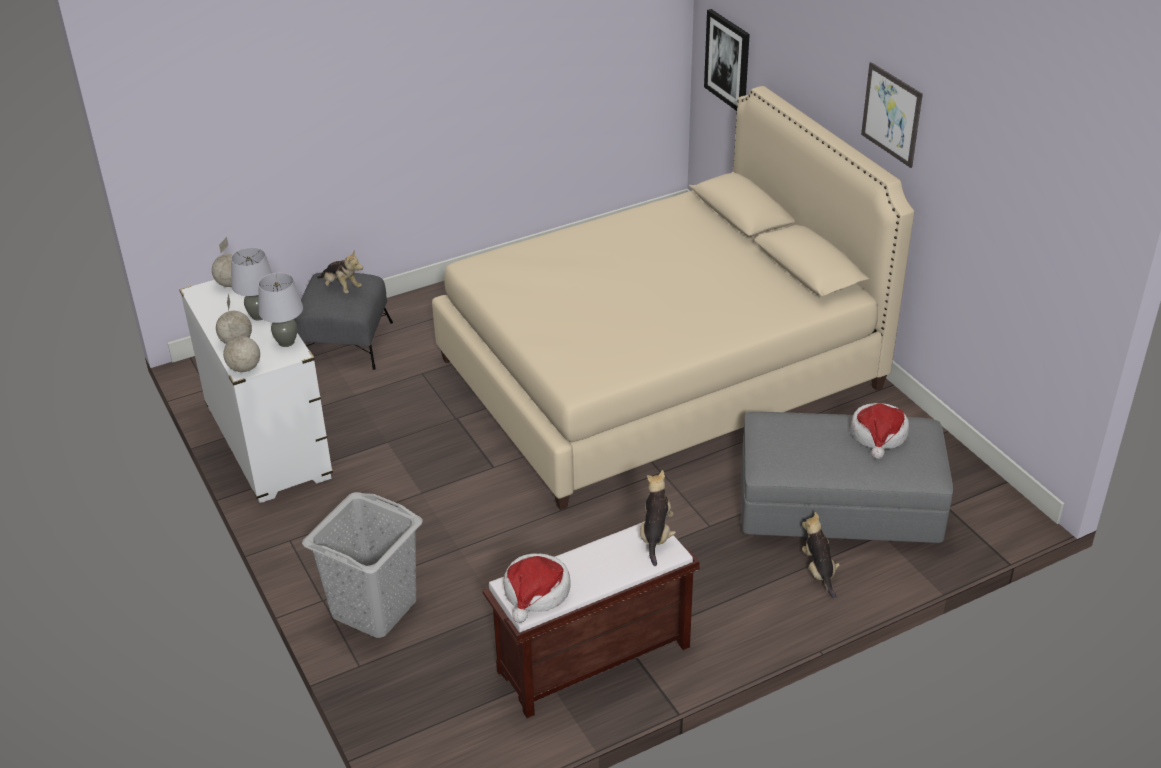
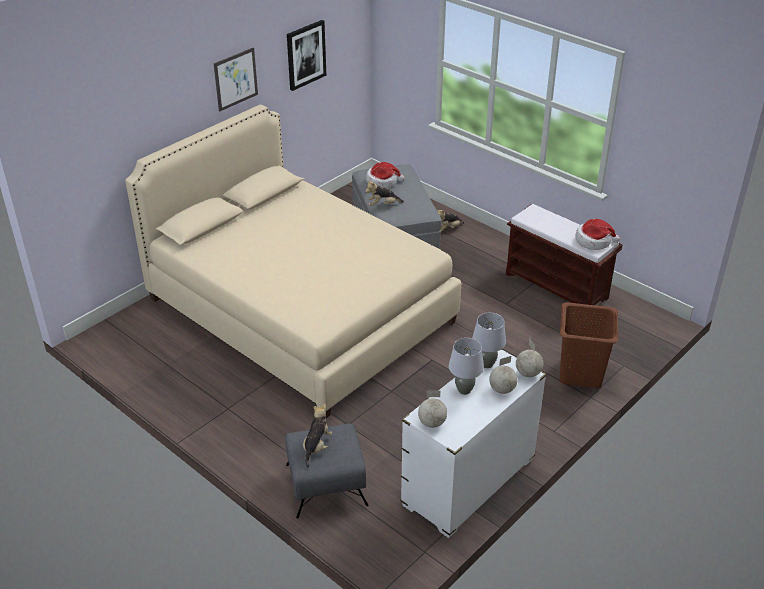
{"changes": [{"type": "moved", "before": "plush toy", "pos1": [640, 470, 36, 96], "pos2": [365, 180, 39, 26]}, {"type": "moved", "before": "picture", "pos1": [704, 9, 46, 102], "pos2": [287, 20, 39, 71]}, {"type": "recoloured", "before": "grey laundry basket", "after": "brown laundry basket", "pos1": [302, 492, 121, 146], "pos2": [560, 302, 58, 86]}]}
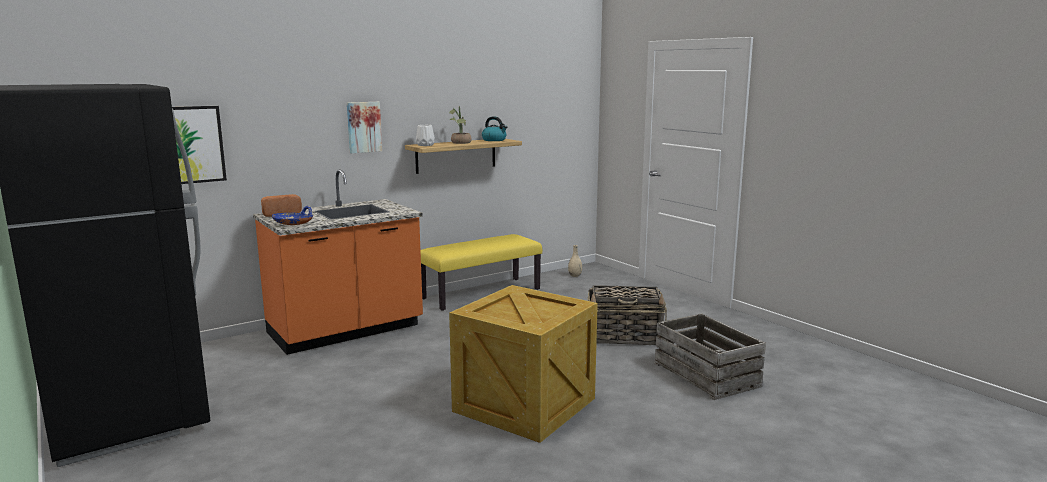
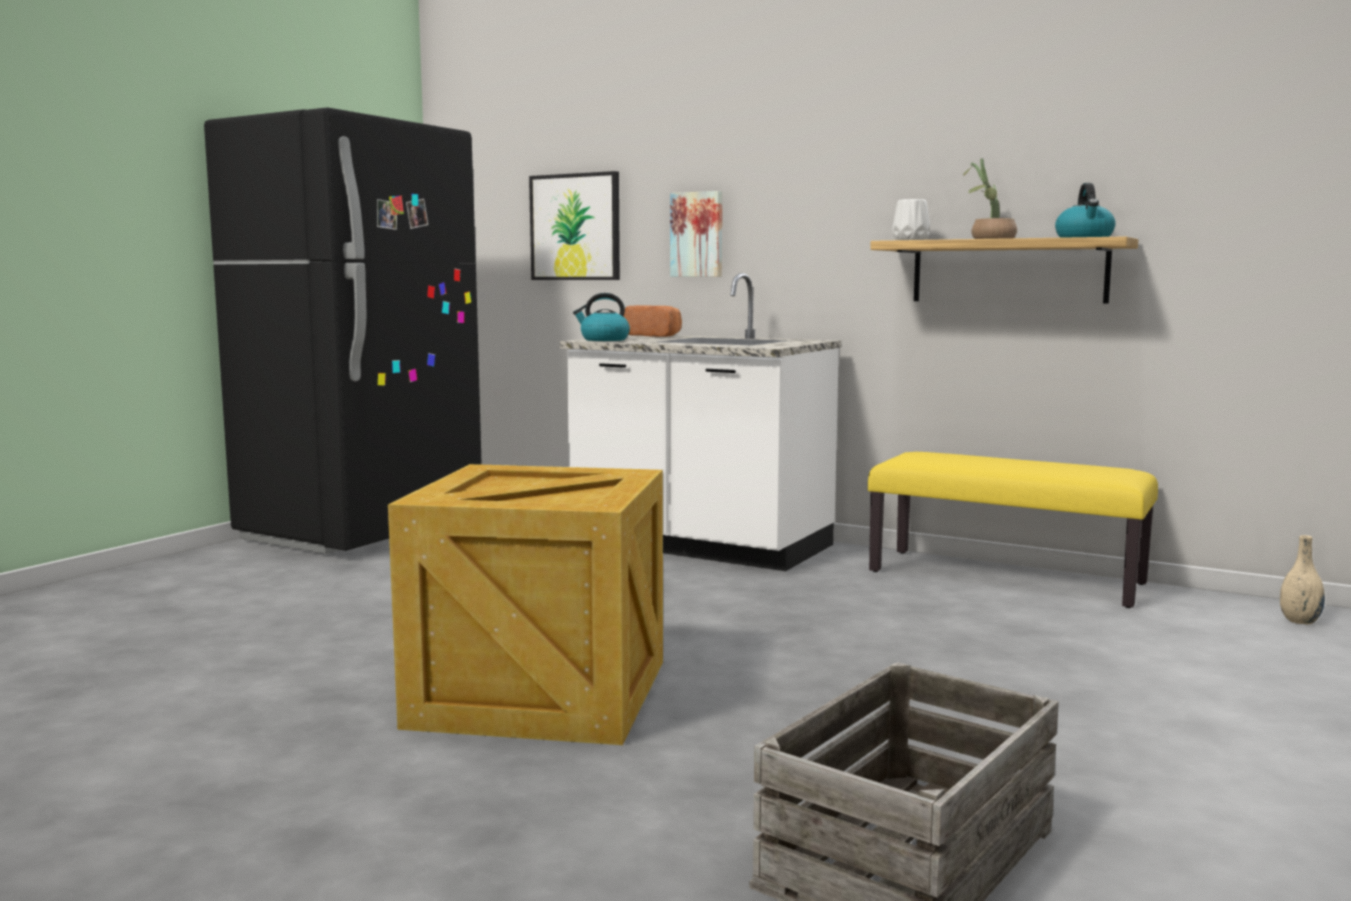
{"changes": [{"type": "removed", "before": "basket", "pos1": [588, 285, 79, 60]}, {"type": "moved", "before": "picture", "pos1": [347, 102, 35, 51], "pos2": [670, 191, 52, 86]}, {"type": "replaced", "before": "blue bowl", "after": "kettle", "pos1": [272, 206, 41, 19], "pos2": [573, 293, 57, 48]}, {"type": "recoloured", "before": "orange counter", "after": "white counter", "pos1": [253, 169, 170, 186], "pos2": [560, 273, 281, 298]}]}
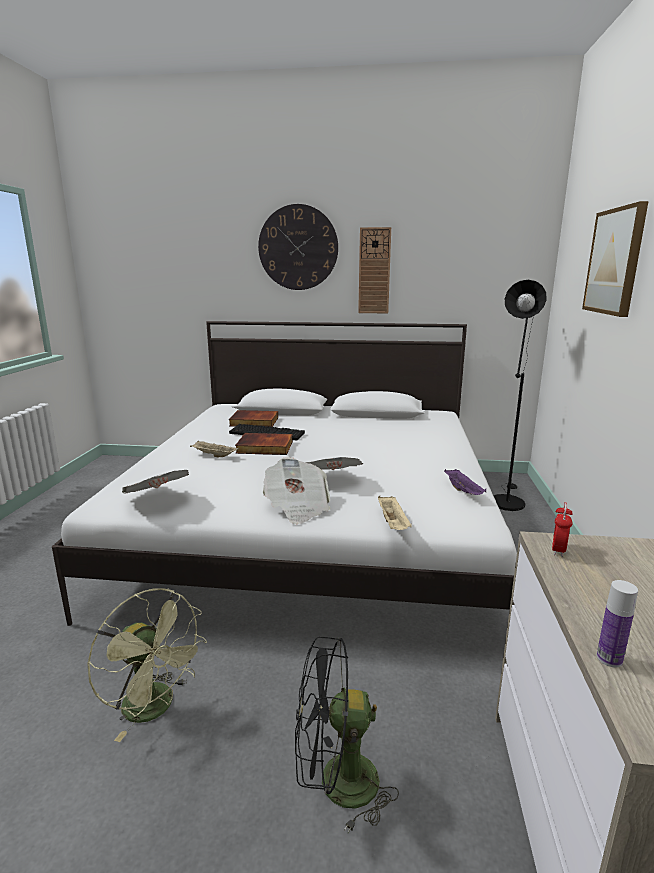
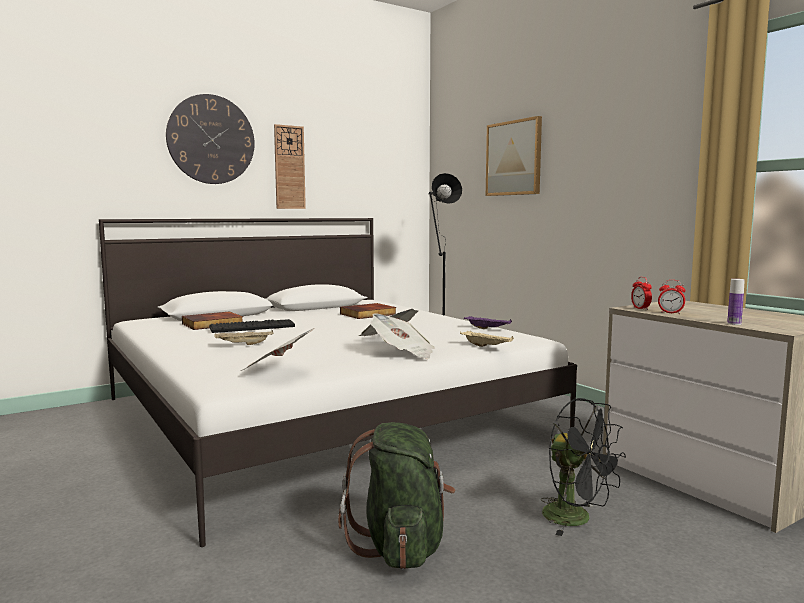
{"changes": [{"type": "added", "after": "alarm clock", "pos2": [658, 280, 28, 34]}, {"type": "moved", "before": "book", "pos1": [235, 433, 58, 22], "pos2": [340, 303, 57, 16]}, {"type": "replaced", "before": "green fan", "after": "green backpack", "pos1": [87, 588, 120, 154], "pos2": [338, 422, 117, 147]}, {"type": "turned", "before": "black fan", "pos1": [295, 637, 104, 196], "pos2": [541, 398, 85, 138], "turn": -90}]}
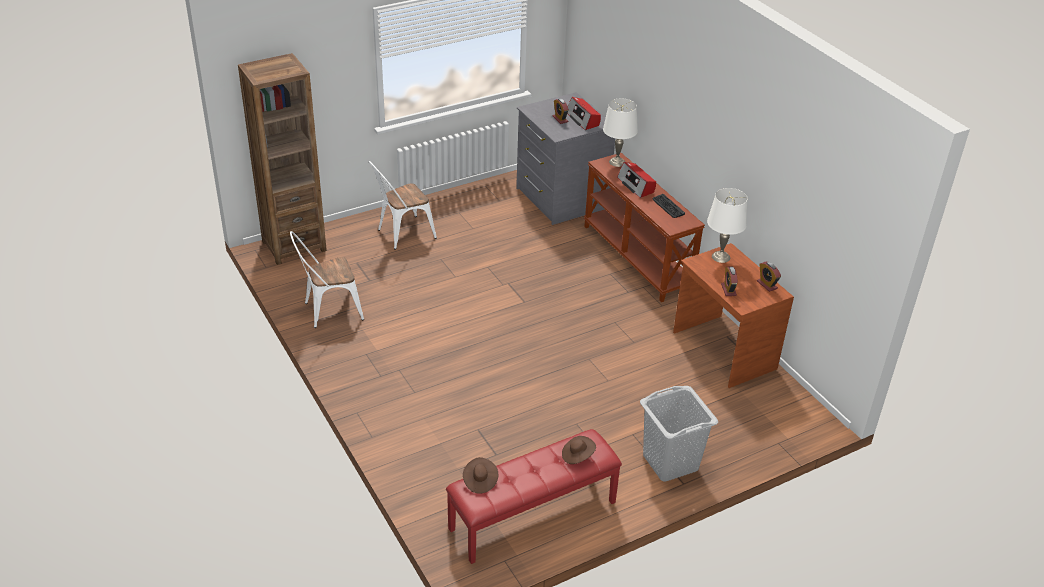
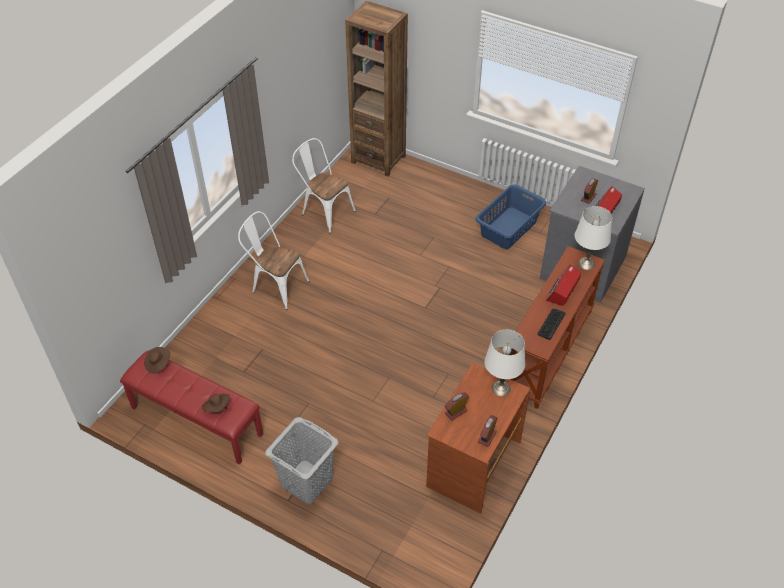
{"changes": [{"type": "added", "after": "blue laundry basket", "pos2": [475, 184, 71, 65]}, {"type": "moved", "before": "white chair", "pos1": [369, 161, 68, 89], "pos2": [238, 211, 72, 99]}]}
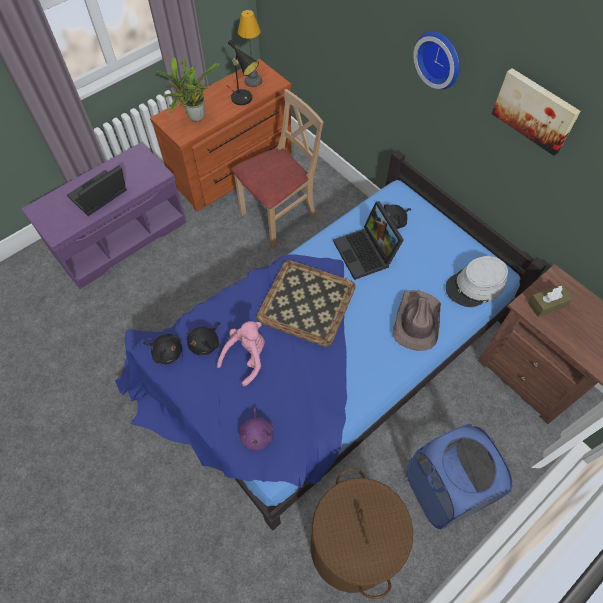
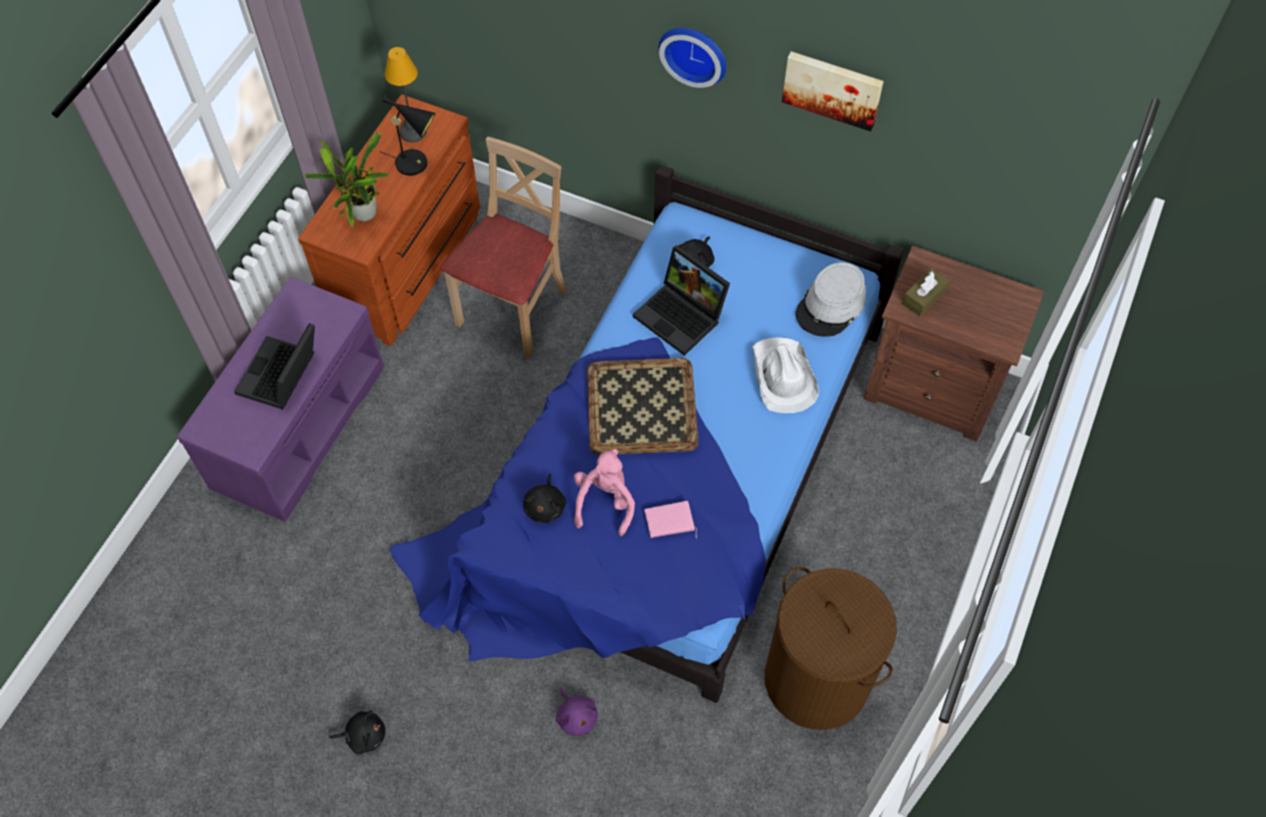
{"changes": [{"type": "removed", "before": "blue laundry basket", "pos1": [407, 424, 105, 106]}, {"type": "added", "after": "pink book", "pos2": [644, 501, 53, 37]}, {"type": "moved", "before": "black plush toy", "pos1": [143, 334, 39, 30], "pos2": [329, 711, 57, 44]}, {"type": "moved", "before": "purple plush toy", "pos1": [239, 407, 35, 44], "pos2": [556, 687, 42, 49]}, {"type": "recoloured", "before": "brown hat", "after": "white hat", "pos1": [393, 290, 48, 61], "pos2": [752, 338, 67, 75]}]}
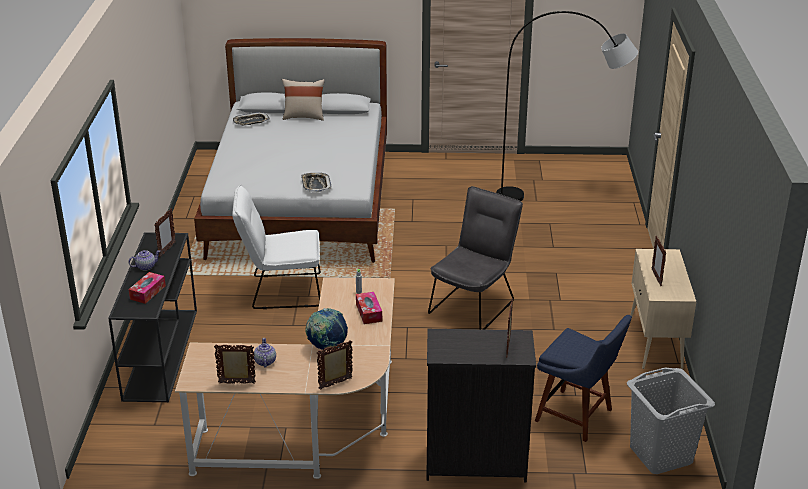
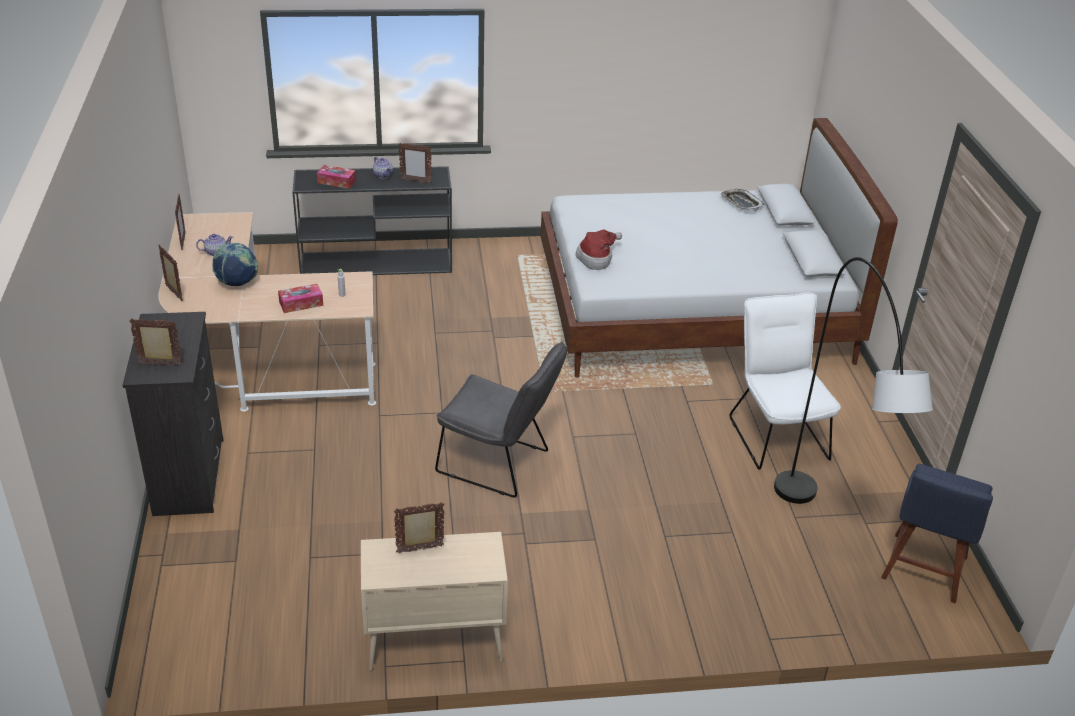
{"changes": [{"type": "removed", "before": "beige pillow", "pos1": [282, 79, 43, 42]}, {"type": "removed", "before": "grey laundry basket", "pos1": [627, 368, 88, 106]}, {"type": "moved", "before": "white chair", "pos1": [232, 185, 89, 124], "pos2": [730, 292, 111, 178]}, {"type": "moved", "before": "blue chair", "pos1": [535, 315, 97, 127], "pos2": [881, 464, 112, 140]}, {"type": "replaced", "before": "tray", "after": "hat", "pos1": [301, 173, 30, 19], "pos2": [576, 230, 46, 40]}]}
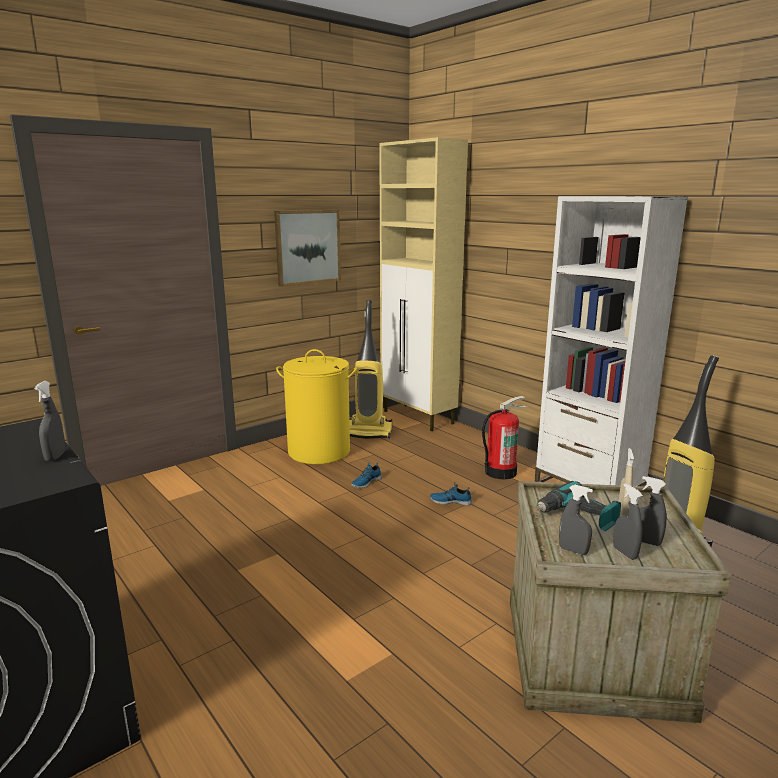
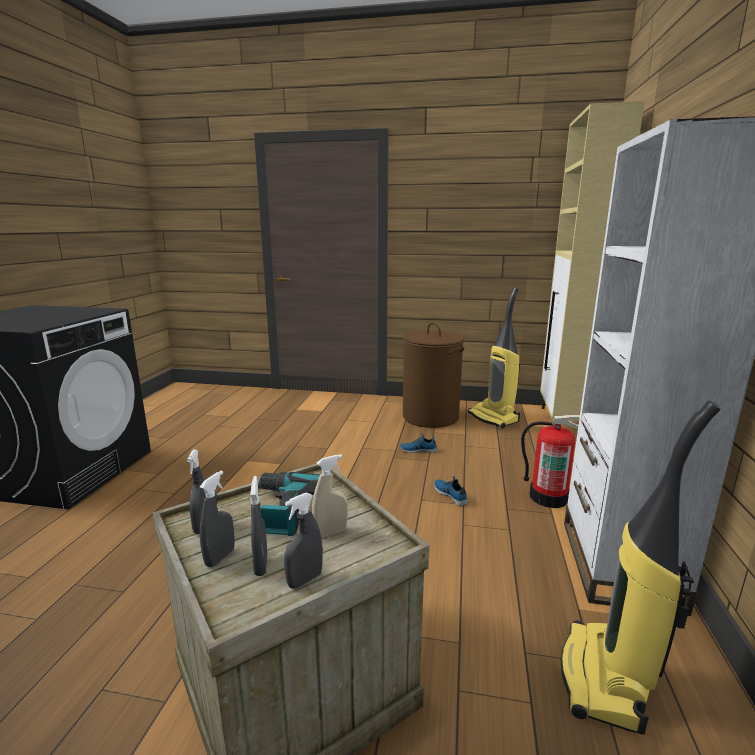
{"changes": [{"type": "removed", "before": "picture", "pos1": [274, 210, 67, 77]}, {"type": "moved", "before": "grey spray bottle", "pos1": [34, 381, 32, 80], "pos2": [284, 493, 39, 96]}, {"type": "recoloured", "before": "yellow laundry basket", "after": "brown laundry basket", "pos1": [276, 349, 81, 115], "pos2": [403, 323, 61, 105]}]}
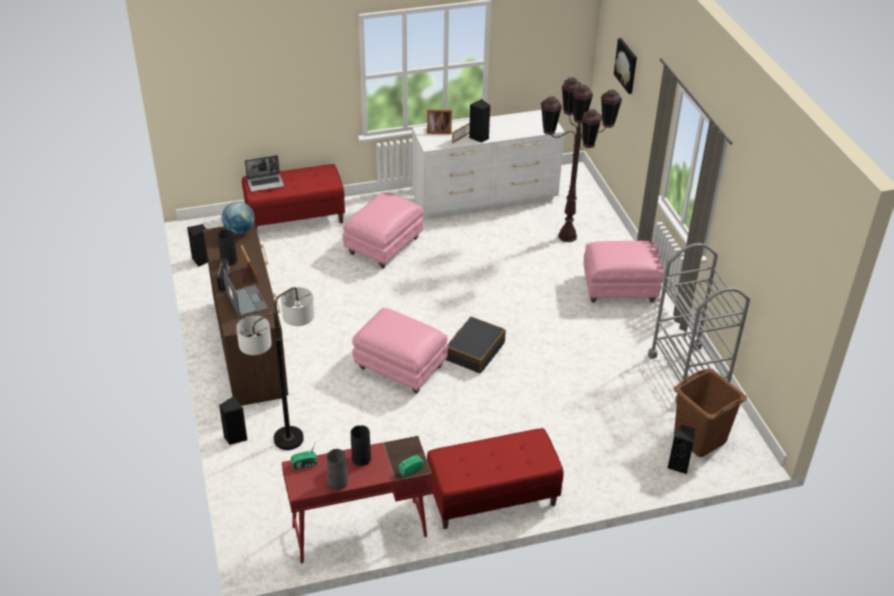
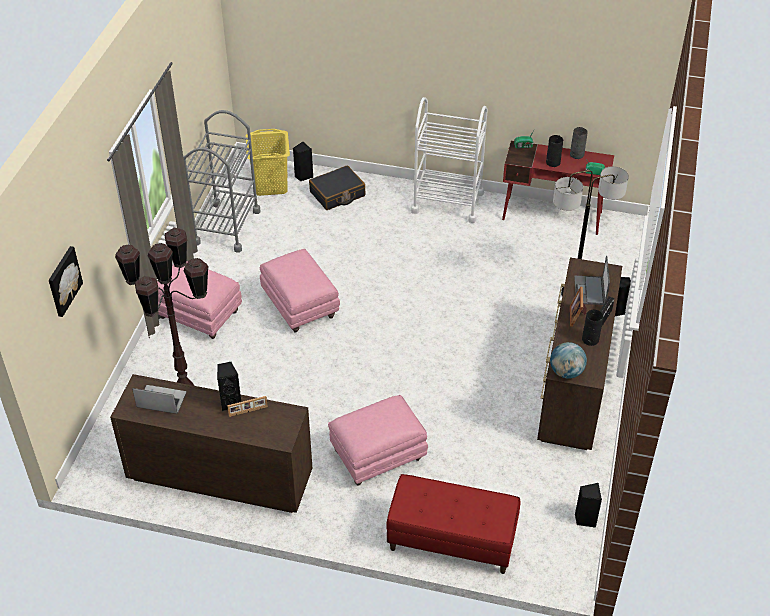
{"changes": [{"type": "removed", "before": "picture frame", "pos1": [427, 110, 25, 24]}, {"type": "moved", "before": "laptop", "pos1": [245, 155, 39, 37], "pos2": [132, 385, 54, 29]}, {"type": "moved", "before": "pink ottoman", "pos1": [352, 308, 96, 85], "pos2": [260, 249, 80, 84]}, {"type": "moved", "before": "black suitcase", "pos1": [446, 317, 60, 56], "pos2": [309, 165, 56, 45]}, {"type": "replaced", "before": "red bench", "after": "white cart", "pos1": [427, 428, 137, 101], "pos2": [411, 97, 77, 126]}, {"type": "recoloured", "before": "white dresser", "after": "brown dresser", "pos1": [412, 110, 153, 109], "pos2": [110, 374, 202, 139]}, {"type": "recoloured", "before": "brown laundry basket", "after": "yellow laundry basket", "pos1": [674, 368, 73, 89], "pos2": [246, 129, 44, 67]}]}
